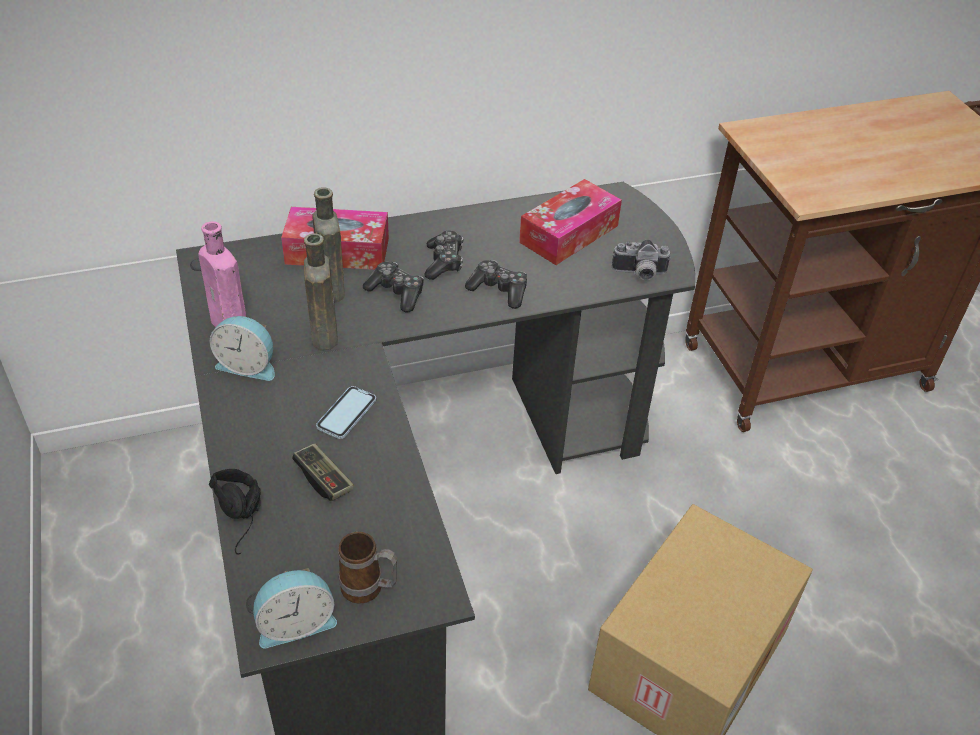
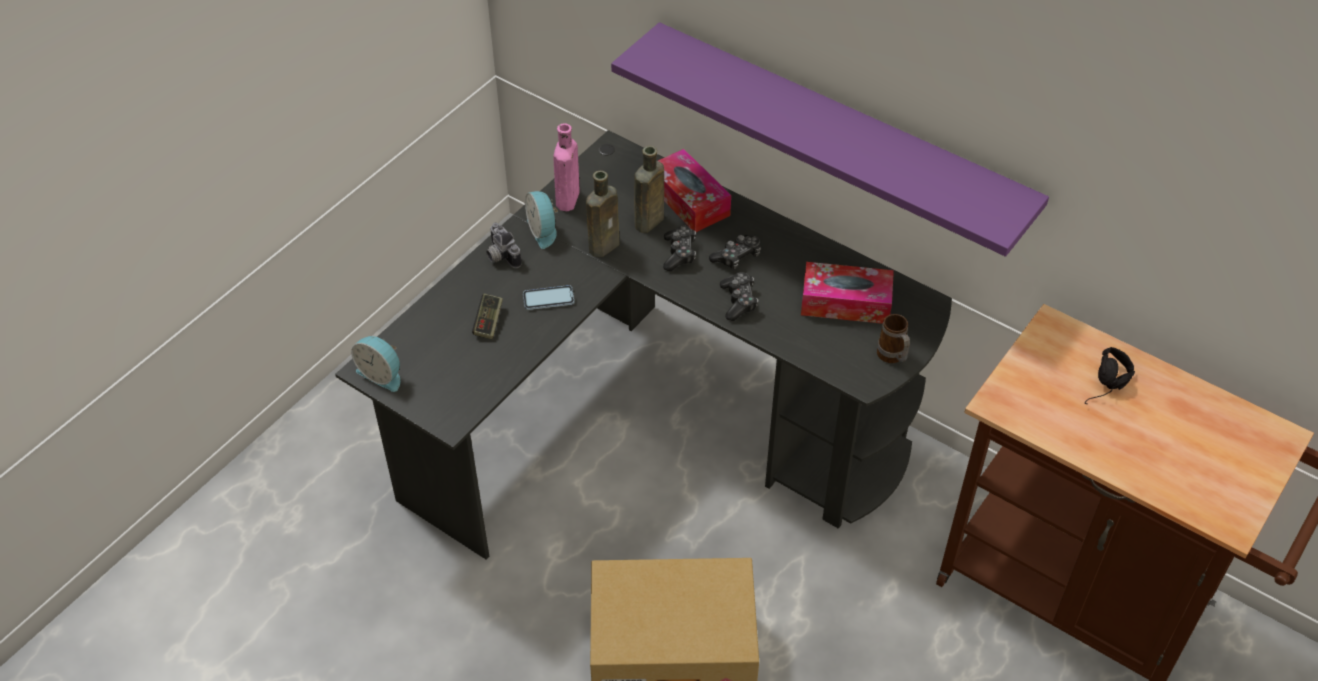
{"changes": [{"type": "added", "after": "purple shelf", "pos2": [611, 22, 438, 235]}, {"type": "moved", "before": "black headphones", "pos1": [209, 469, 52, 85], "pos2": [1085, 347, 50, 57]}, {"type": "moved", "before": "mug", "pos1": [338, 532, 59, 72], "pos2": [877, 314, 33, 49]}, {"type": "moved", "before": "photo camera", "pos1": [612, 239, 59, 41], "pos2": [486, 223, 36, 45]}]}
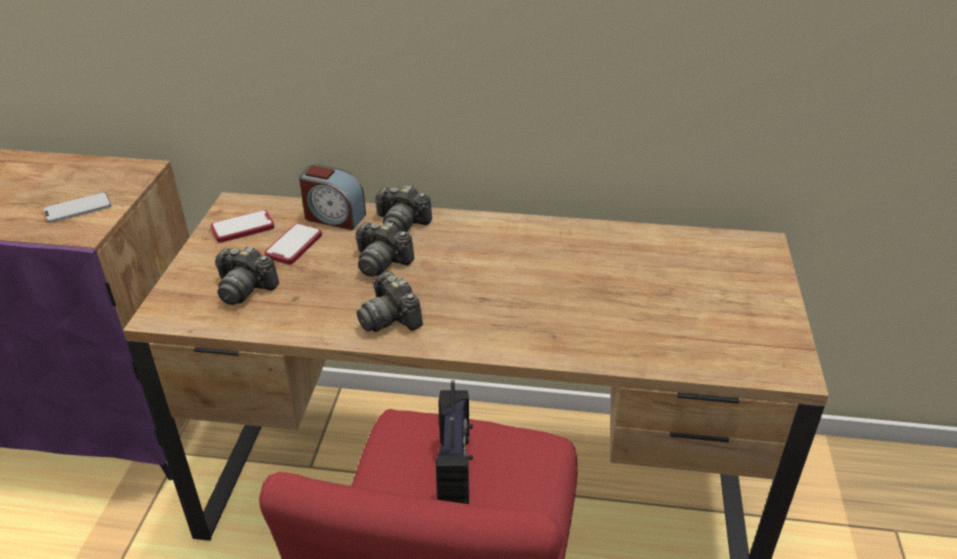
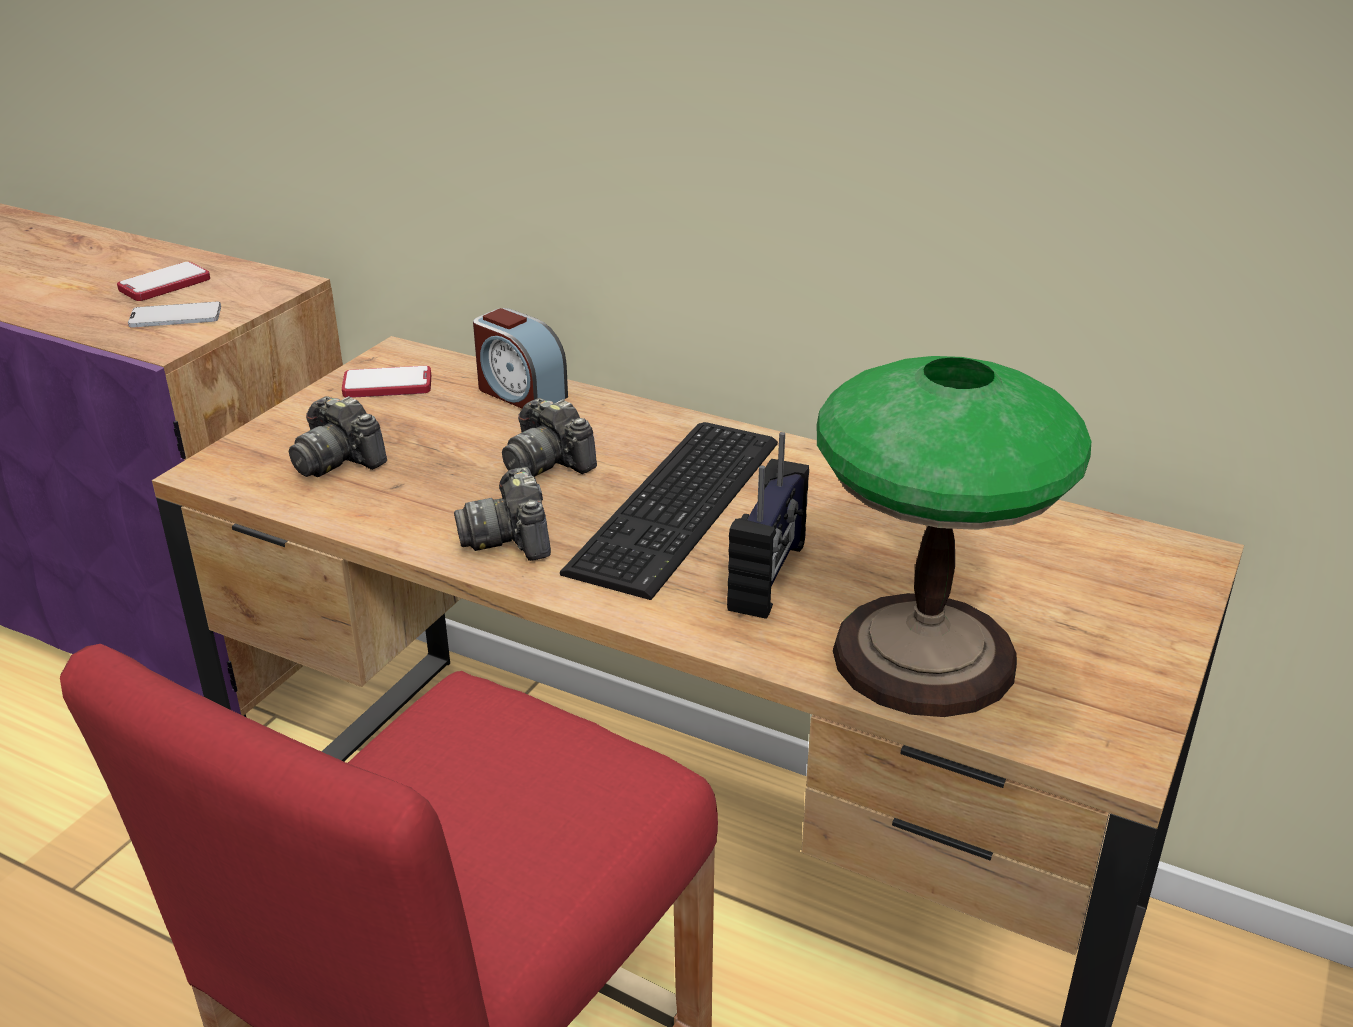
{"changes": [{"type": "removed", "before": "photo camera", "pos1": [375, 185, 57, 47]}, {"type": "added", "after": "keyboard", "pos2": [560, 422, 218, 178]}, {"type": "added", "after": "table lamp", "pos2": [817, 356, 274, 361]}, {"type": "moved", "before": "phone", "pos1": [264, 223, 58, 42], "pos2": [117, 262, 93, 39]}, {"type": "moved", "before": "radio", "pos1": [436, 380, 37, 124], "pos2": [727, 432, 82, 187]}]}
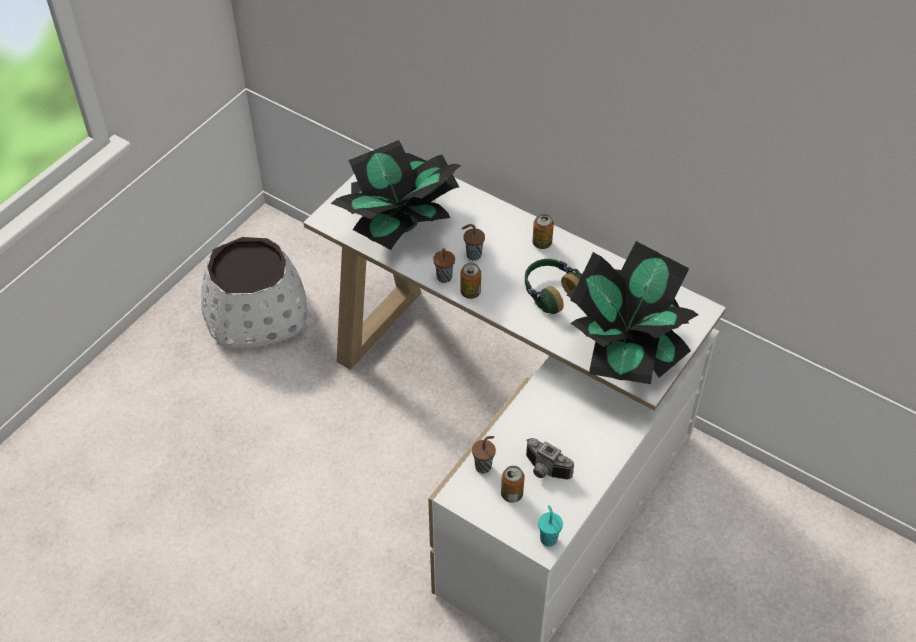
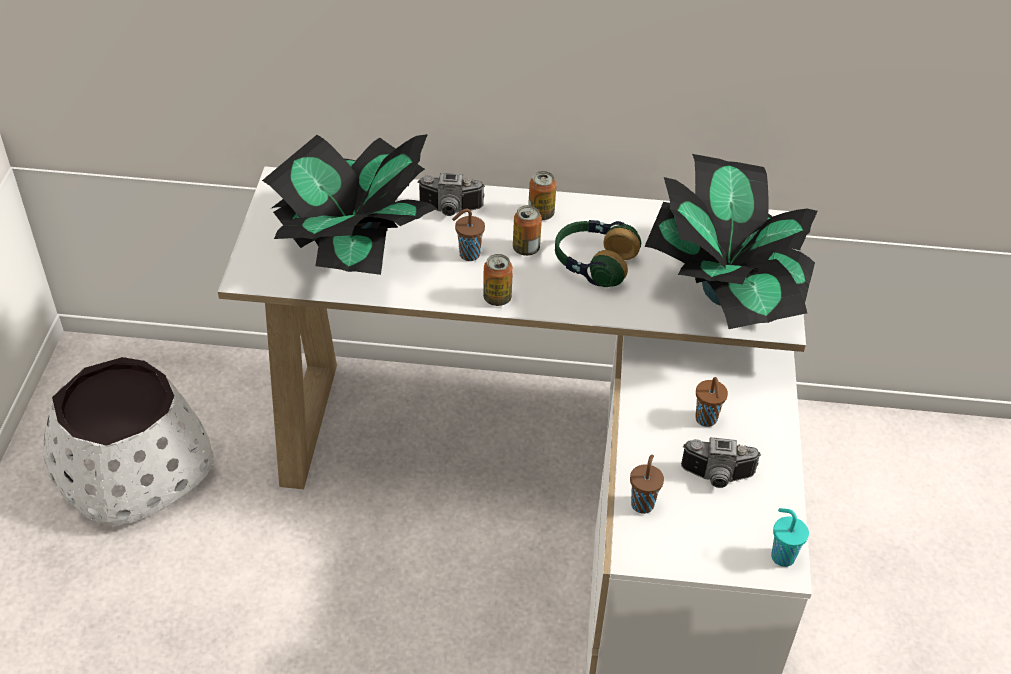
{"changes": [{"type": "added", "after": "photo camera", "pos2": [417, 173, 67, 43]}, {"type": "moved", "before": "brown cup", "pos1": [433, 248, 22, 35], "pos2": [695, 377, 33, 50]}, {"type": "moved", "before": "can", "pos1": [501, 466, 24, 37], "pos2": [513, 205, 29, 51]}]}
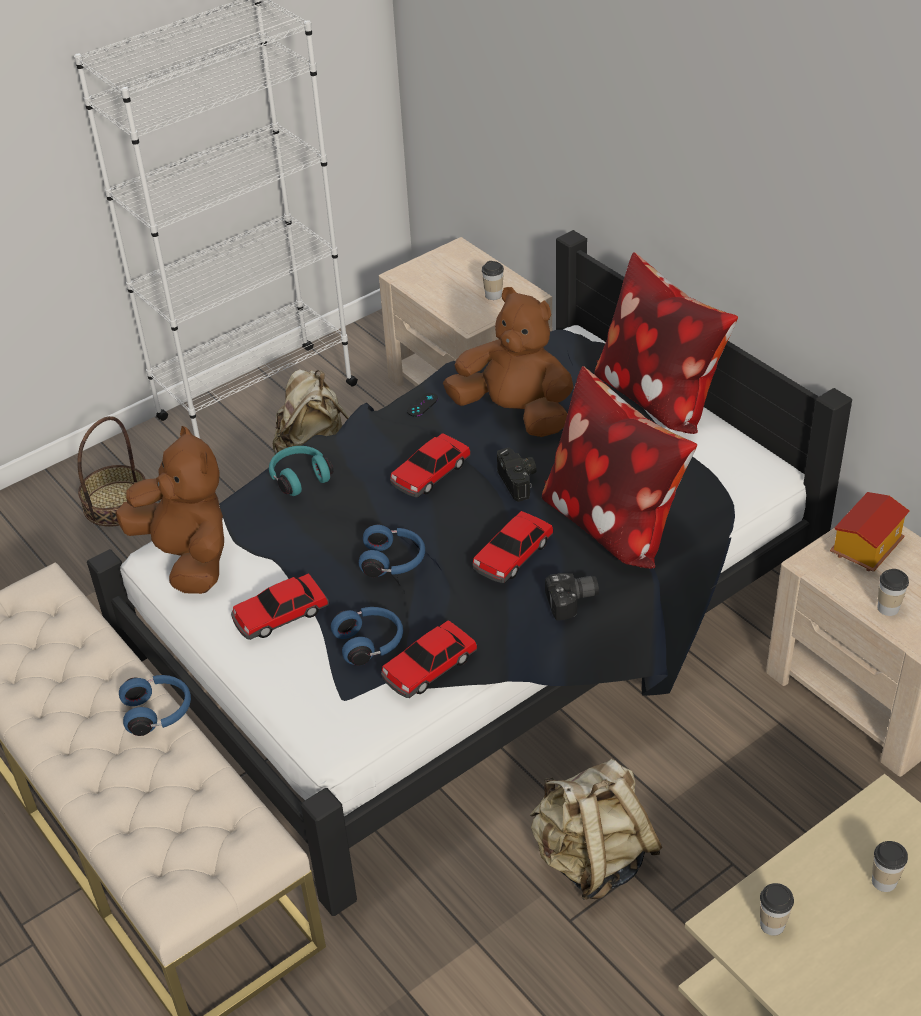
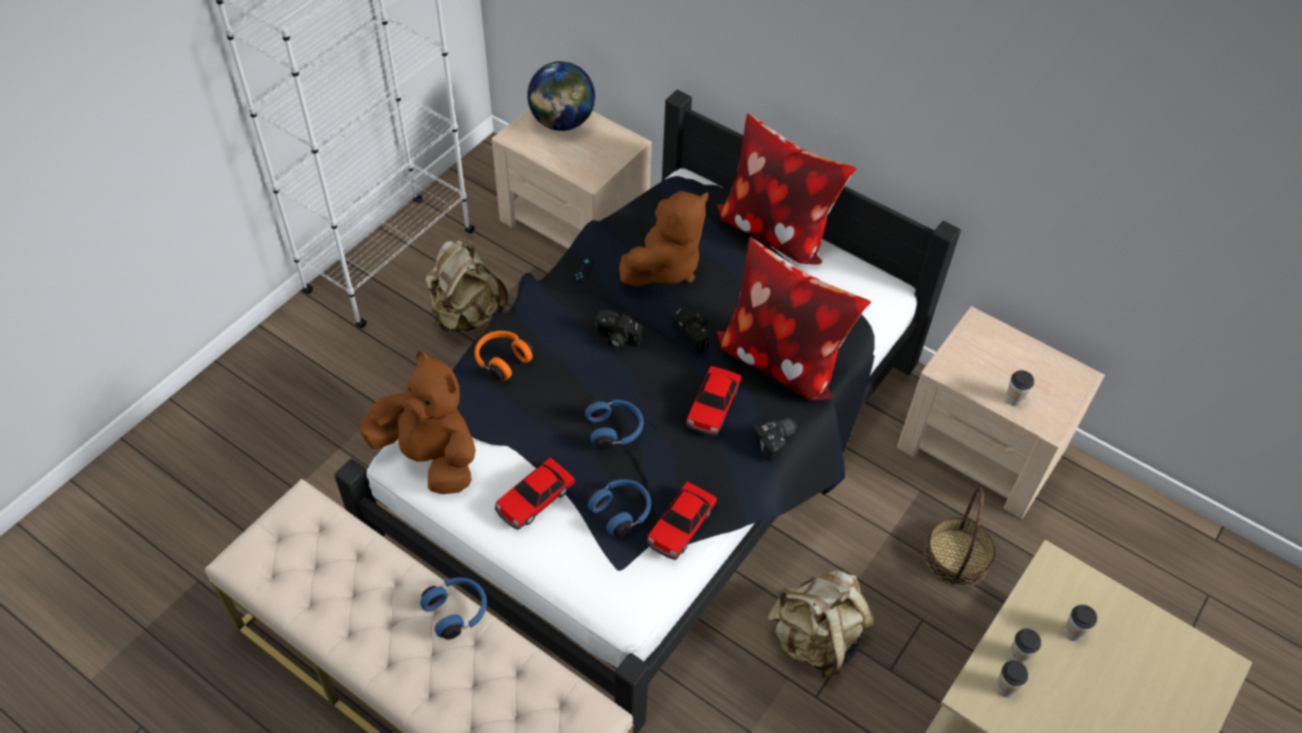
{"changes": [{"type": "removed", "before": "toy house", "pos1": [830, 492, 80, 80]}, {"type": "added", "after": "globe", "pos2": [527, 61, 68, 70]}, {"type": "moved", "before": "basket", "pos1": [78, 416, 67, 111], "pos2": [924, 487, 72, 100]}, {"type": "moved", "before": "cup", "pos1": [482, 261, 22, 39], "pos2": [1009, 629, 32, 35]}, {"type": "replaced", "before": "toy car", "after": "photo camera", "pos1": [390, 433, 81, 64], "pos2": [595, 310, 48, 40]}, {"type": "recoloured", "before": "turquoise headphones", "after": "orange headphones", "pos1": [269, 446, 64, 50], "pos2": [475, 331, 58, 49]}, {"type": "turned", "before": "brown plush toy", "pos1": [443, 287, 130, 150], "pos2": [619, 191, 89, 96], "turn": 120}]}
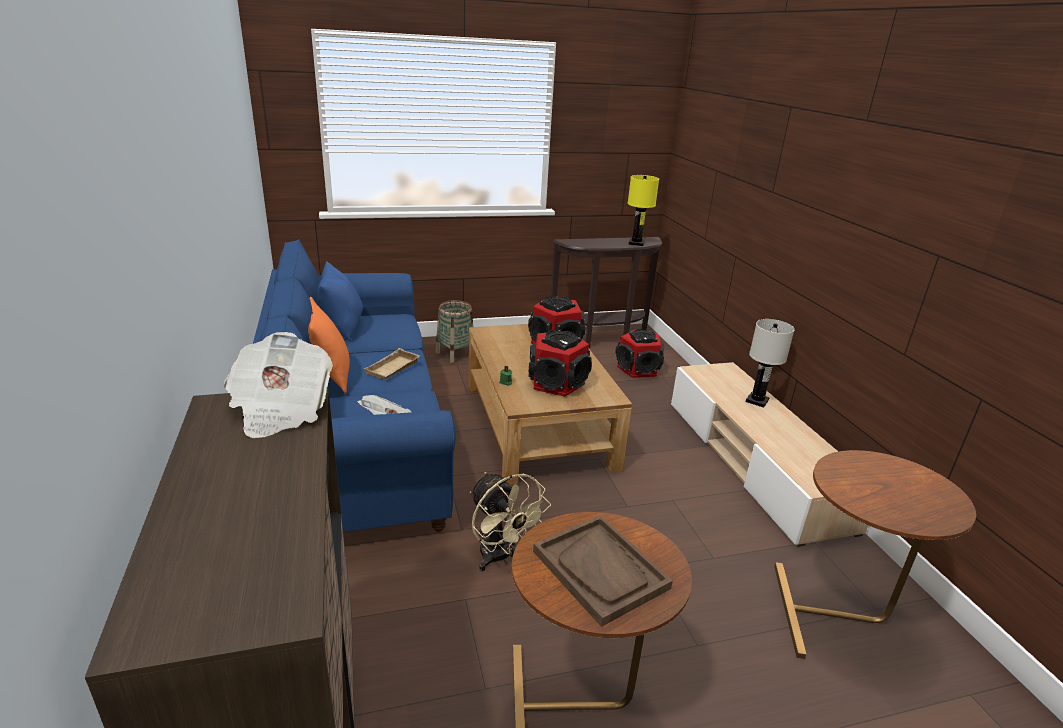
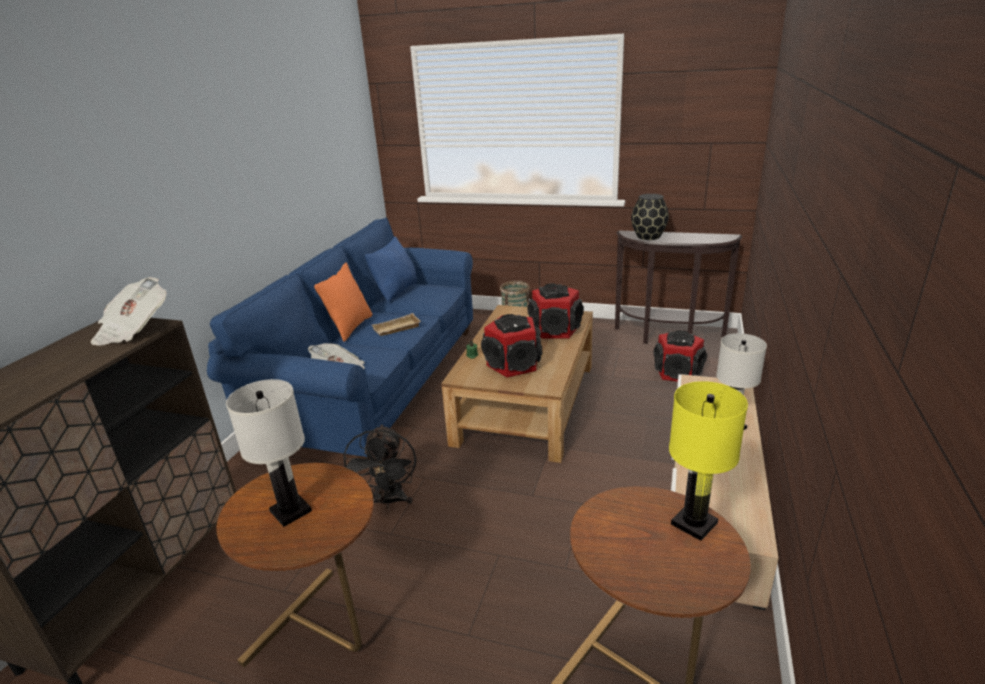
{"changes": [{"type": "added", "after": "black vase", "pos2": [631, 194, 38, 46]}, {"type": "moved", "before": "yellow table lamp", "pos1": [627, 175, 32, 71], "pos2": [669, 381, 79, 160]}, {"type": "replaced", "before": "brown tray", "after": "white table lamp", "pos1": [533, 515, 140, 112], "pos2": [226, 379, 86, 148]}, {"type": "recoloured", "before": "beige fan", "after": "black fan", "pos1": [470, 472, 81, 100], "pos2": [343, 424, 73, 84]}]}
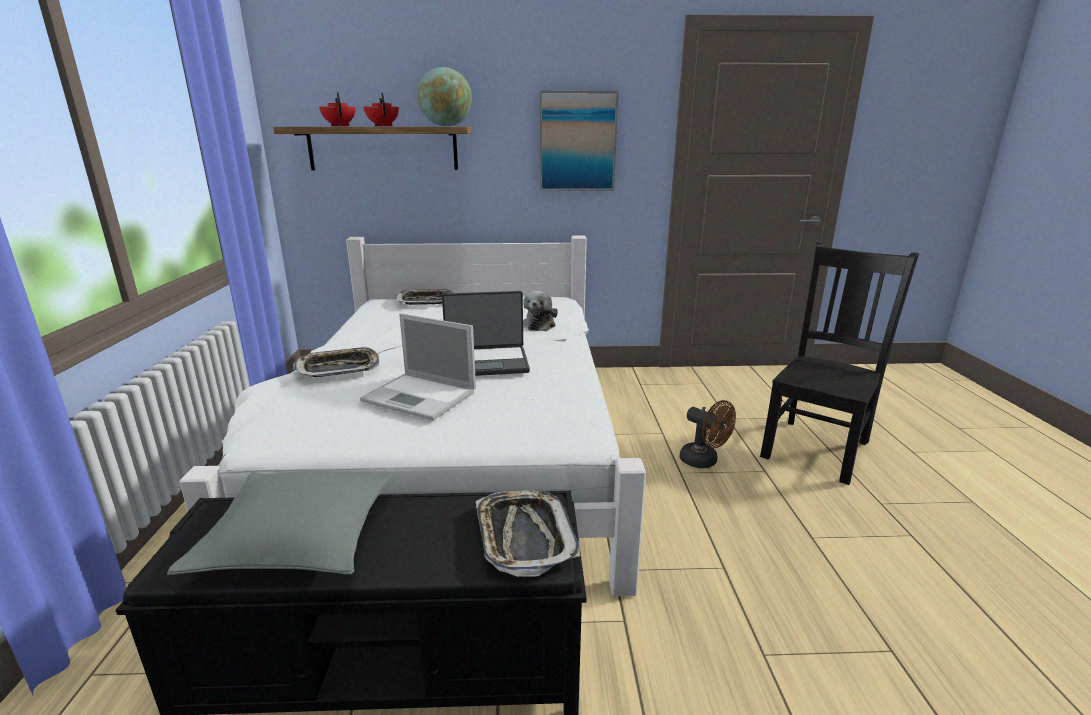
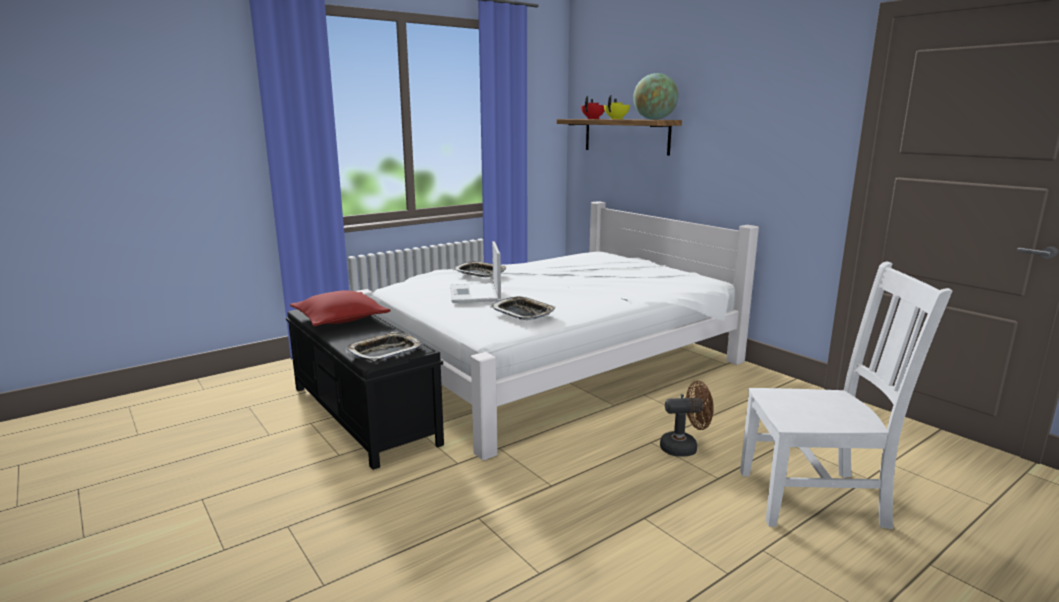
{"changes": [{"type": "removed", "before": "laptop", "pos1": [442, 291, 88, 85]}, {"type": "removed", "before": "plush toy", "pos1": [523, 291, 35, 40]}, {"type": "removed", "before": "picture", "pos1": [540, 91, 79, 100]}, {"type": "moved", "before": "tray", "pos1": [395, 289, 58, 16], "pos2": [490, 297, 66, 23]}, {"type": "recoloured", "before": "grey pillow", "after": "red pillow", "pos1": [167, 471, 227, 104], "pos2": [290, 290, 101, 36]}, {"type": "recoloured", "before": "red teapot", "after": "yellow teapot", "pos1": [364, 93, 35, 33], "pos2": [604, 95, 26, 24]}, {"type": "recoloured", "before": "black chair", "after": "white chair", "pos1": [760, 243, 159, 242], "pos2": [740, 261, 212, 268]}, {"type": "turned", "before": "brown fan", "pos1": [680, 400, 56, 68], "pos2": [660, 381, 54, 76], "turn": -105}]}
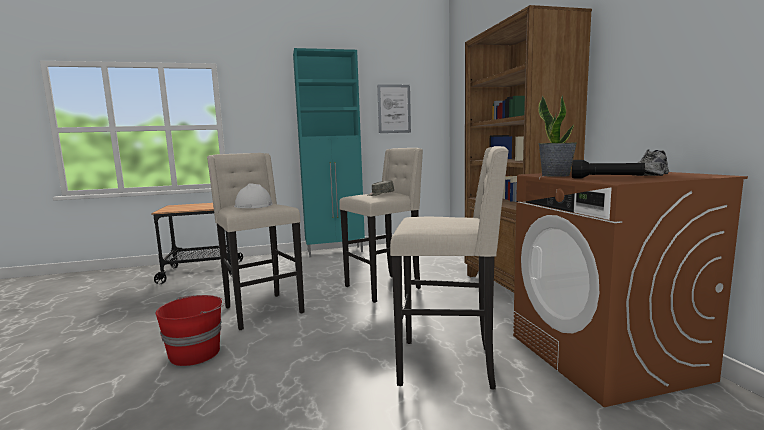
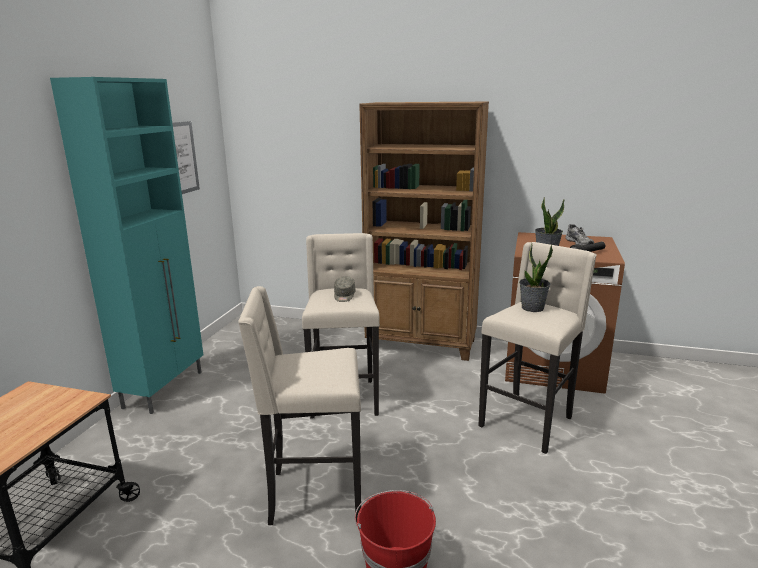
{"changes": [{"type": "removed", "before": "white hard hat", "pos1": [234, 183, 39, 25]}, {"type": "added", "after": "potted plant", "pos2": [519, 243, 34, 69]}]}
